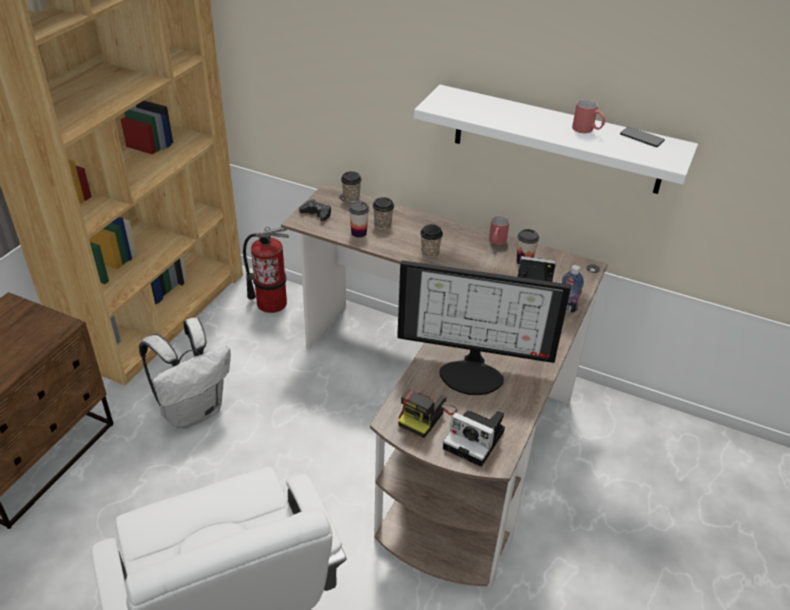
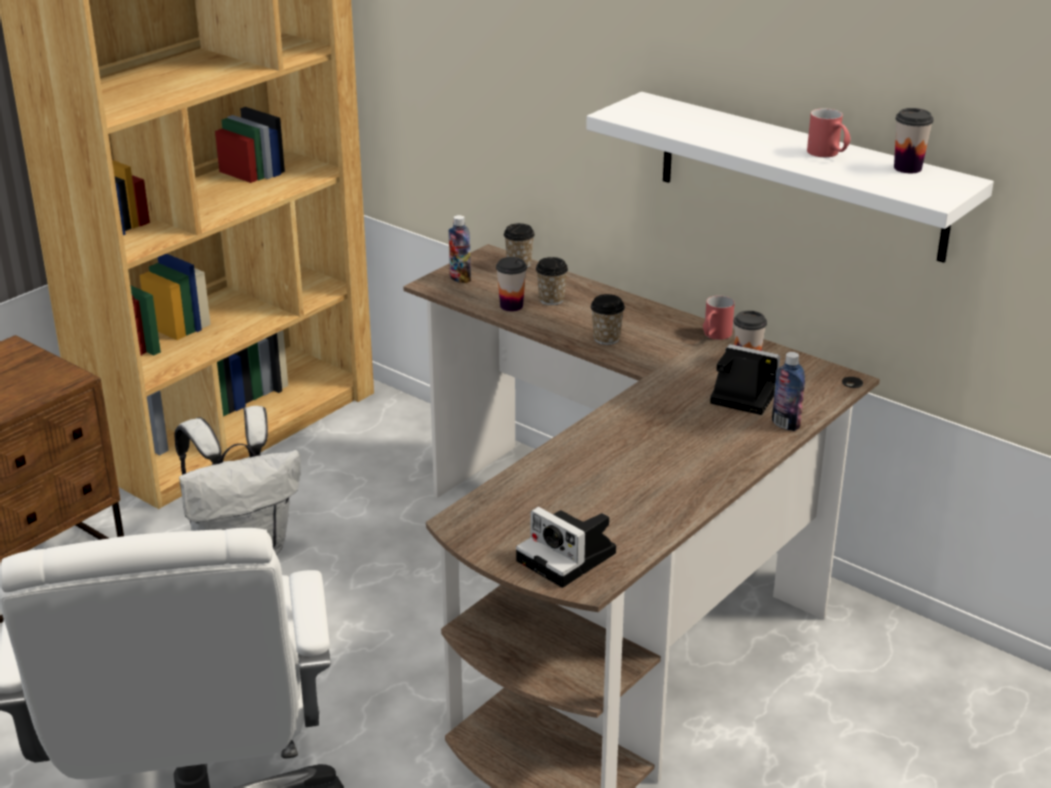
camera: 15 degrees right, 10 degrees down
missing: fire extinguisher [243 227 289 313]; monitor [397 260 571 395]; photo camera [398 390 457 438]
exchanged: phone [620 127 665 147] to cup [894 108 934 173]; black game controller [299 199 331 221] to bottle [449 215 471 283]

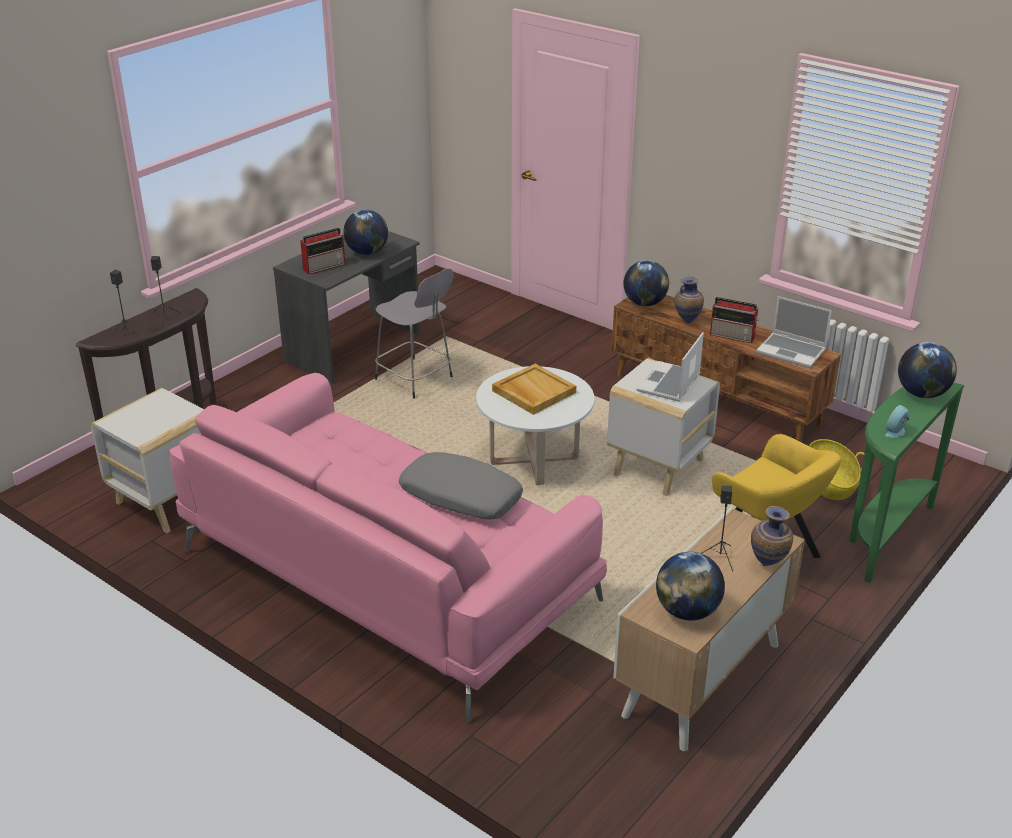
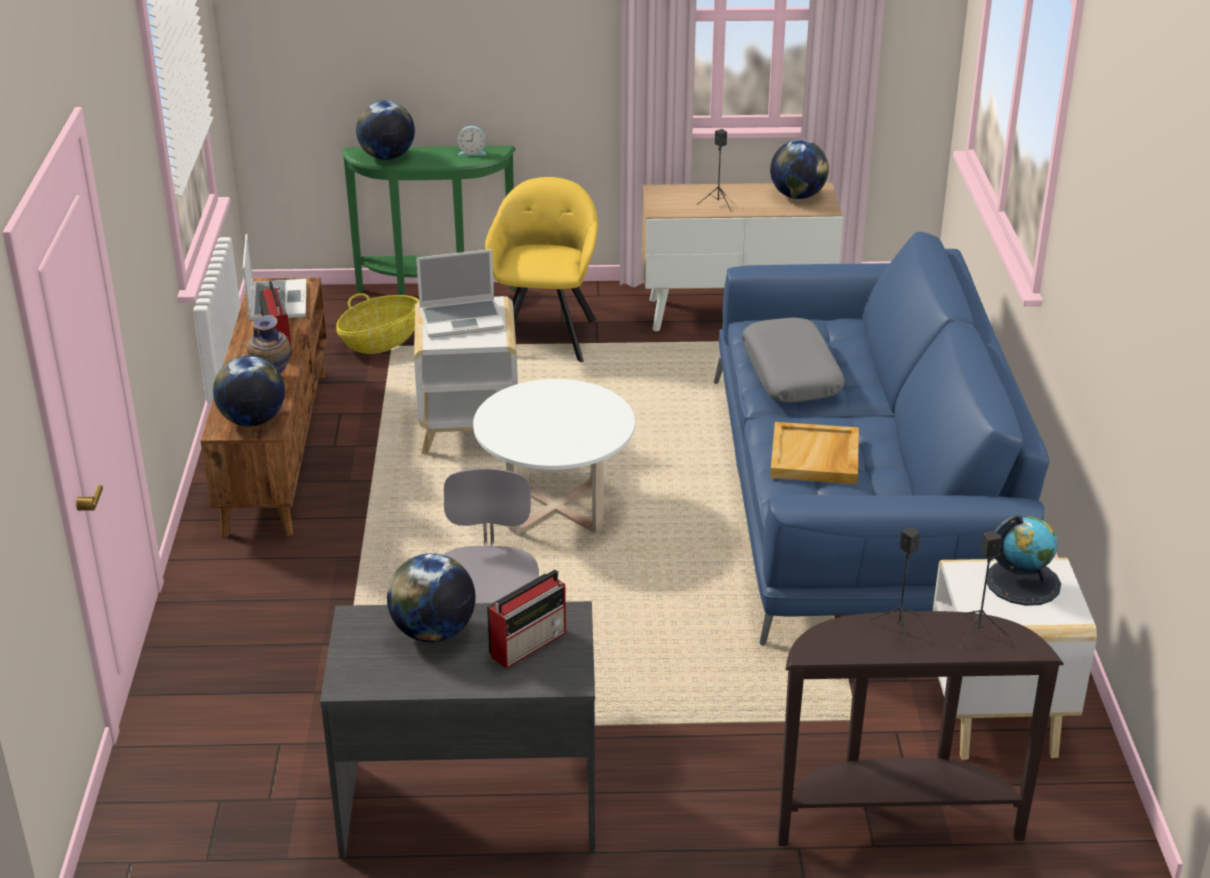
camera: 130 degrees left, 0 degrees up
missing: vase [751 506 793 566]
appeared: globe [987 514 1061 606]
relocated: beige tray [492 364 576 415] to [770 422 859 484]
colour: pink sofa [169 373 607 723] to blue sofa [714 232 1049 646]
spun: radio [300 228 345 274] = [487 570 566 669] 120 degrees clockwise

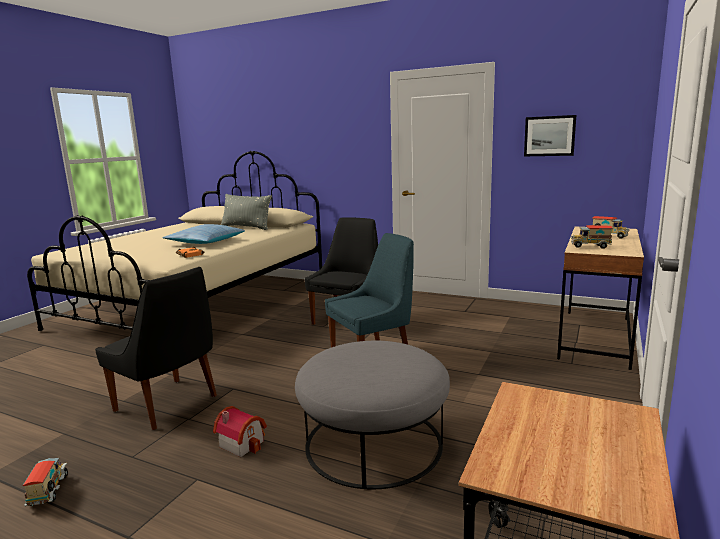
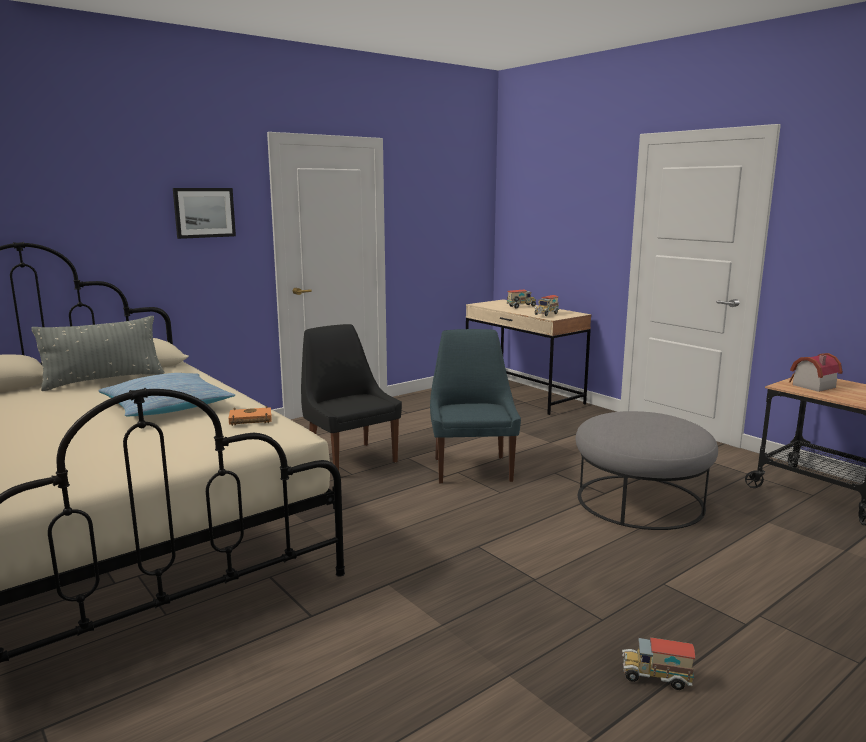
camera: 65 degrees left, 0 degrees up
missing: black chair [95 267 217 430]
relocated: picture [524 115 576 156] to [173 188 236 239]; toy house [213 406 267 457] to [789 353 843 392]

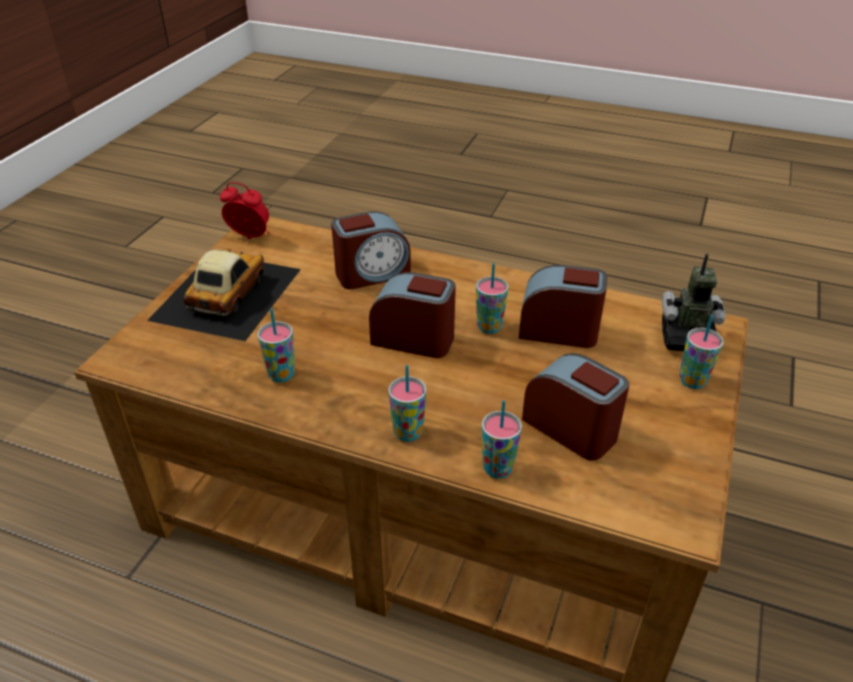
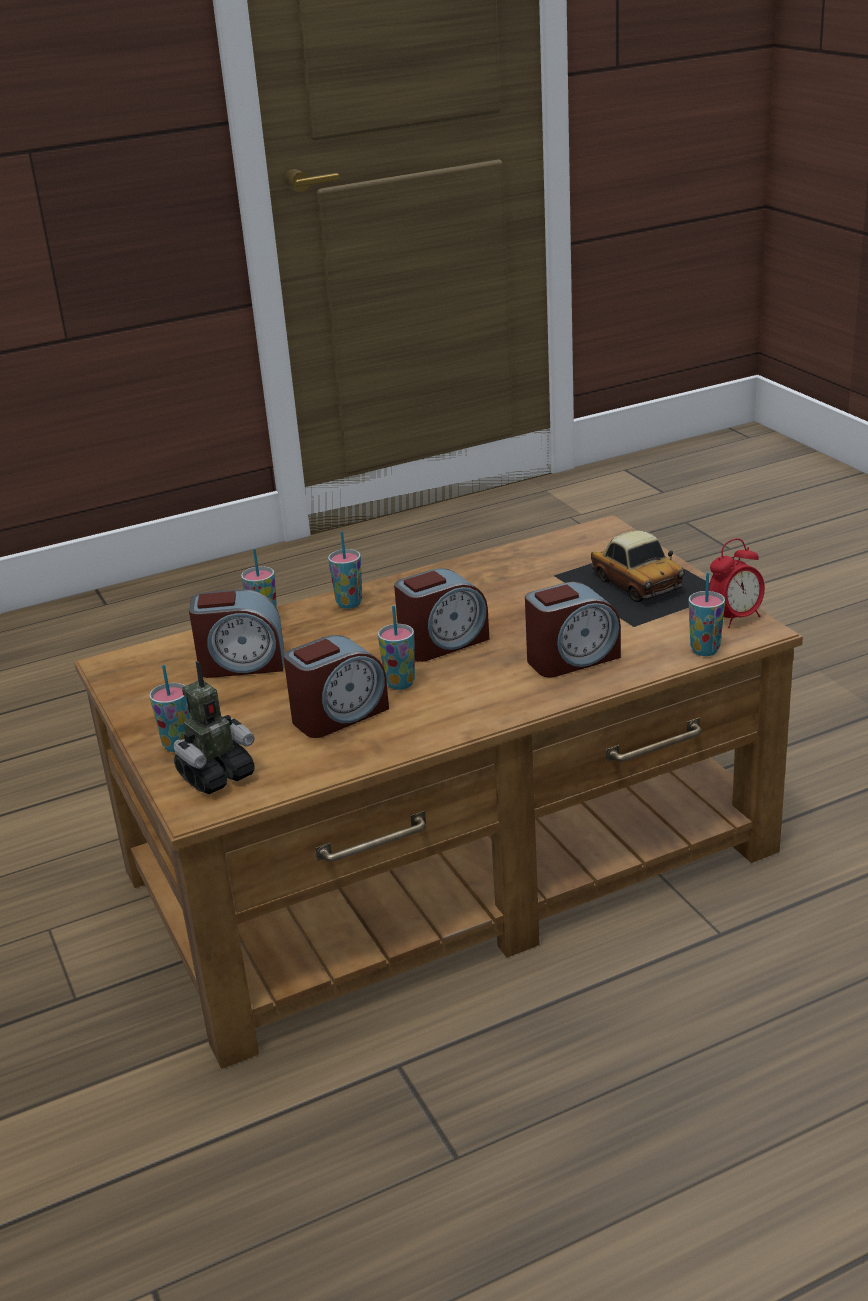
camera: 135 degrees right, 10 degrees down
relocated: cup [257 309 295 382] to [689 572 725 656]
spun: alarm clock [331 211 411 290] = [525 582 621 678] 135 degrees counterclockwise

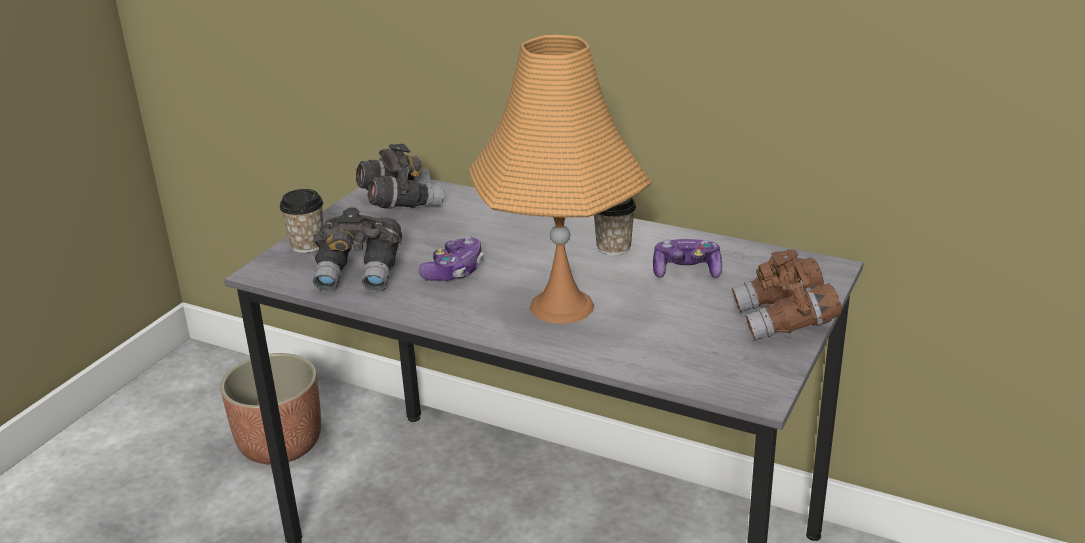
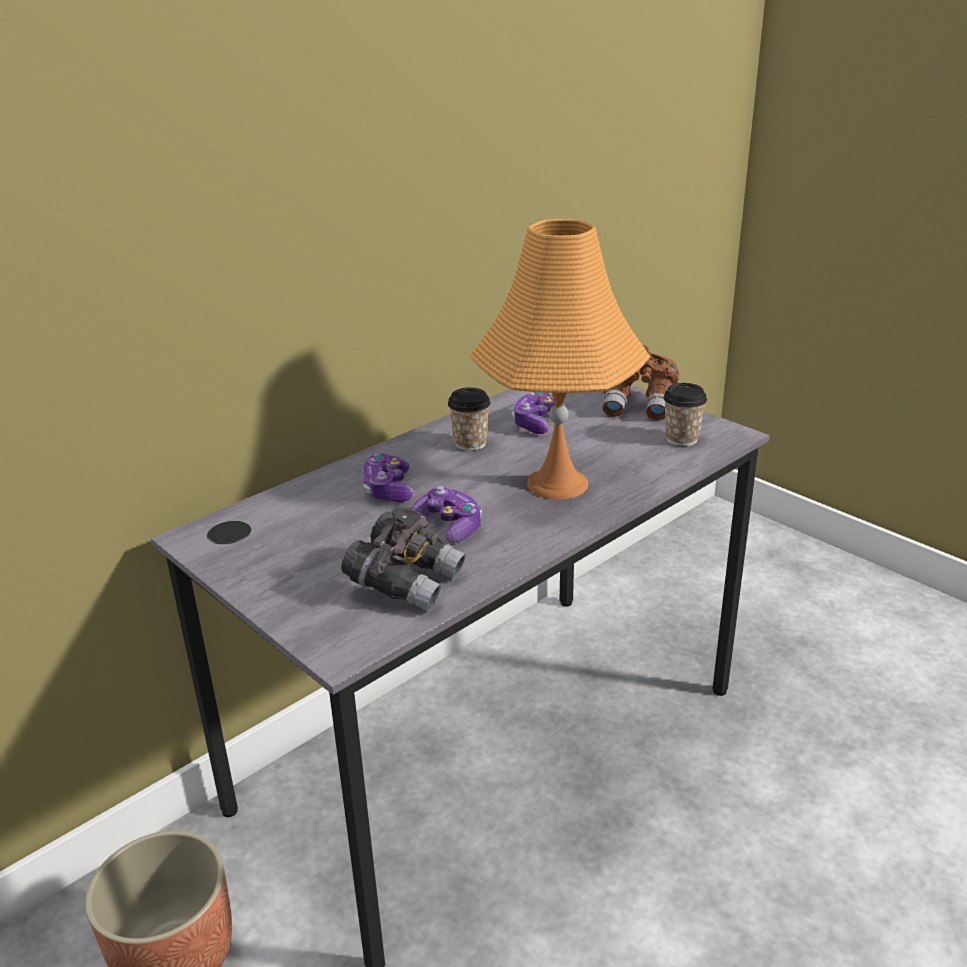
camera: 70 degrees left, 0 degrees up
missing: grey binoculars [356 144 444 209]
appeared: game controller [362 453 414 502]
relocated: cup [279 189 323 253] to [663 383 707 446]

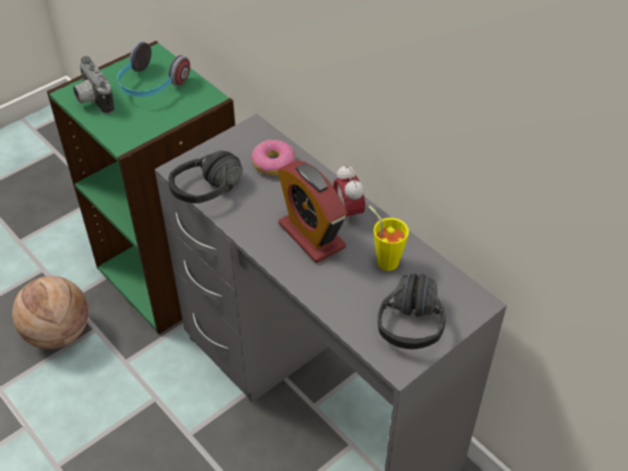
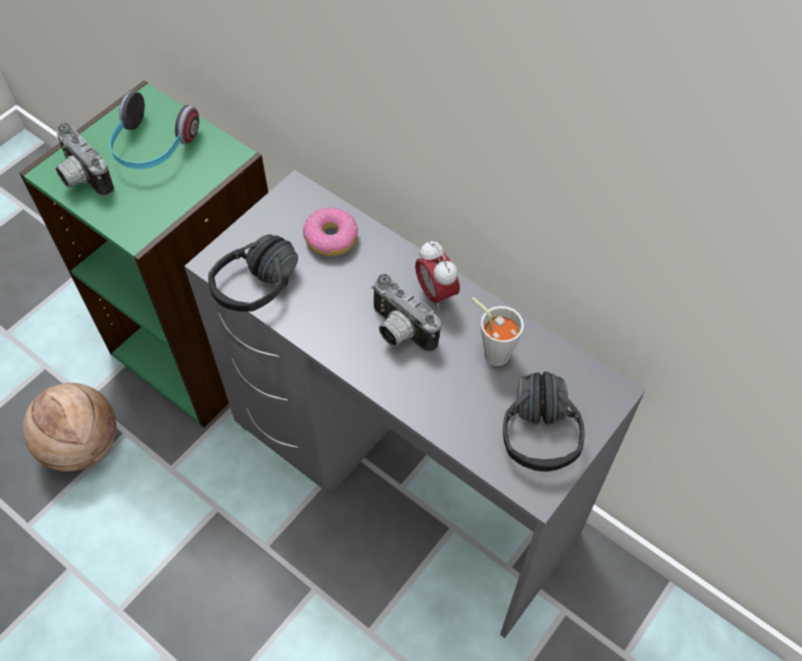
camera: 10 degrees left, 10 degrees up
exchanged: alarm clock [278 161 347 263] to photo camera [371 274 441 352]
colour: yellow cup [369 206 409 271] to grey cup [472 297 524 366]

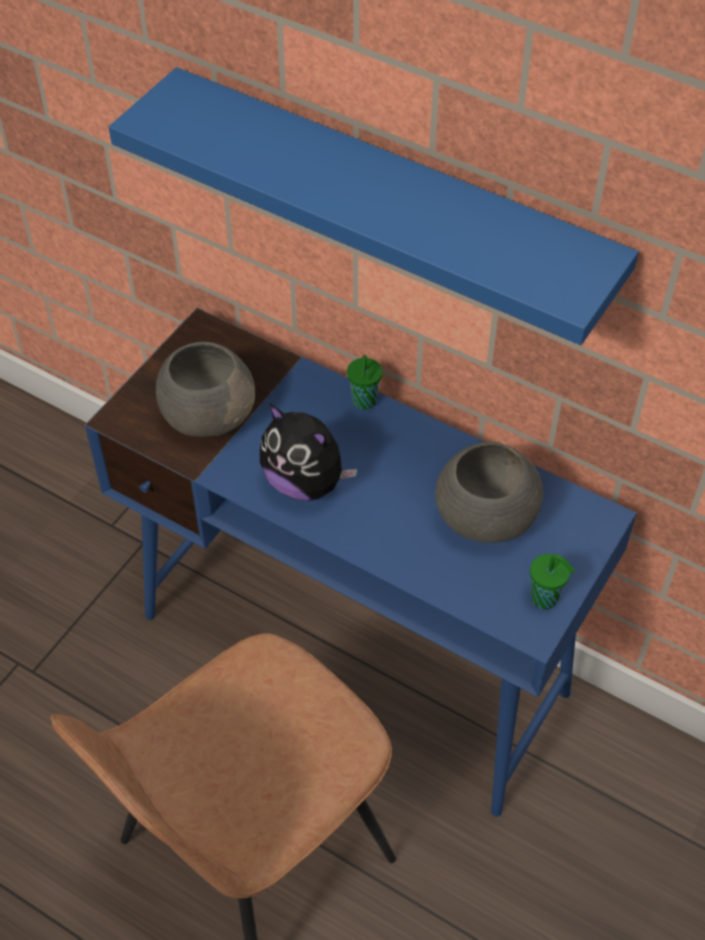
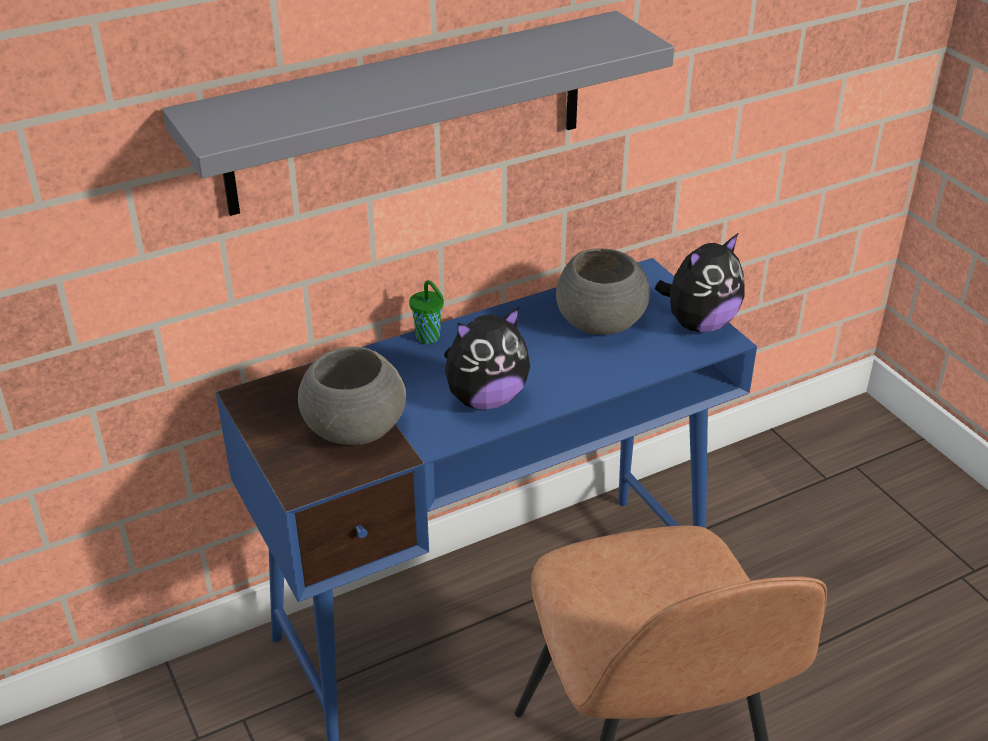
camera: 60 degrees left, 15 degrees down
exchanged: green cup [530 554 575 609] to plush toy [655 233 745 332]
colour: blue shelf [109 67 639 345] to grey shelf [162 11 674 216]

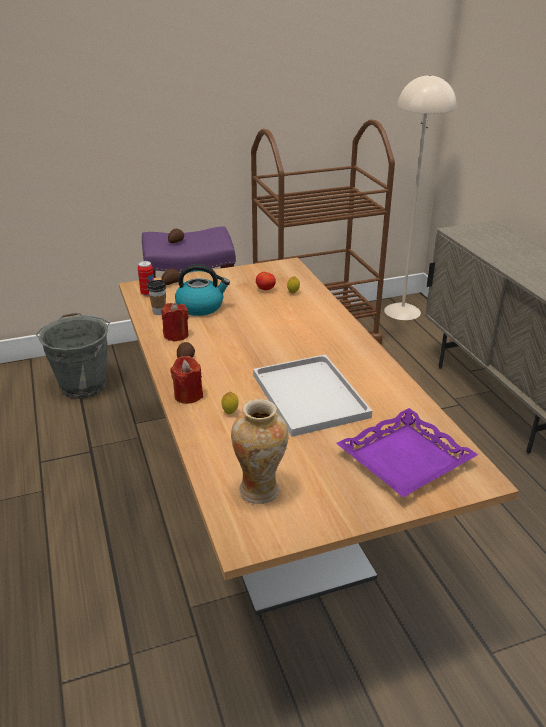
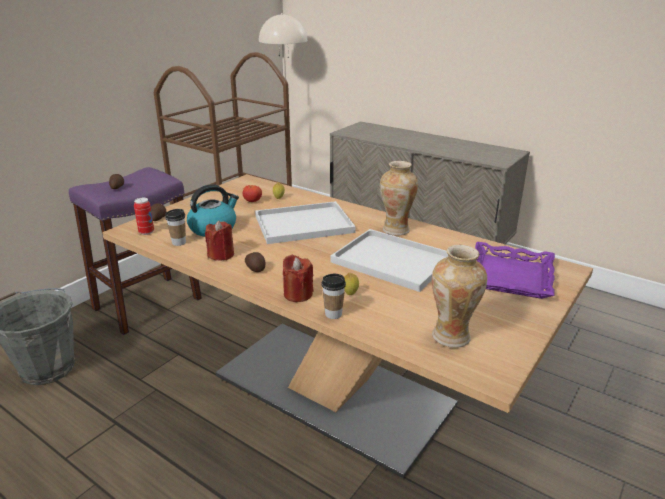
camera: 35 degrees left, 5 degrees down
appeared: vase [380 161 418 236]; white tray [255 201 356 244]; cup [321 274 346 319]

